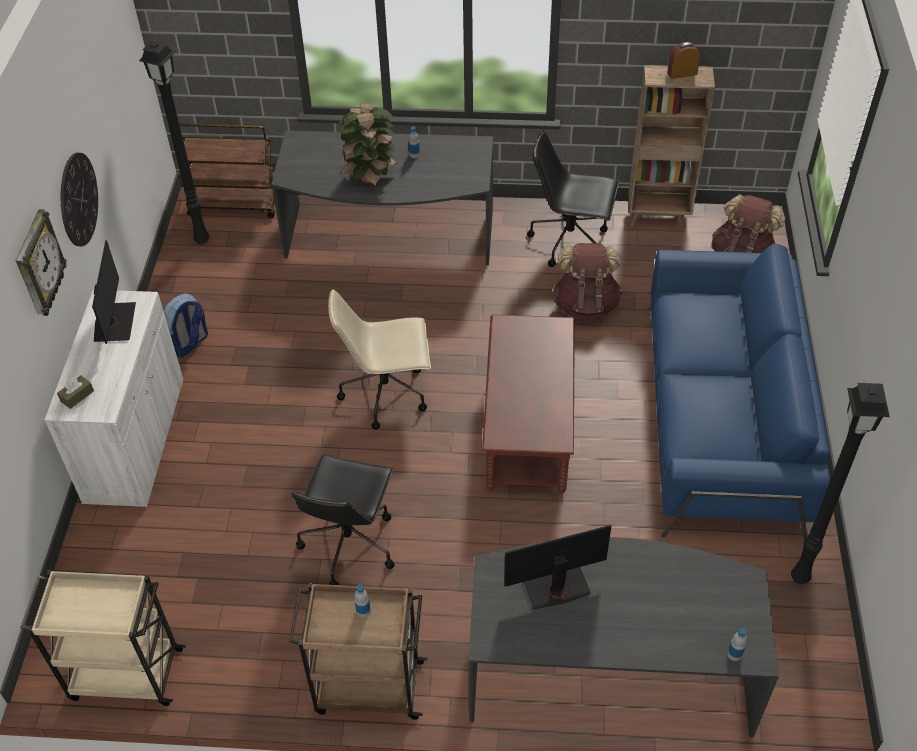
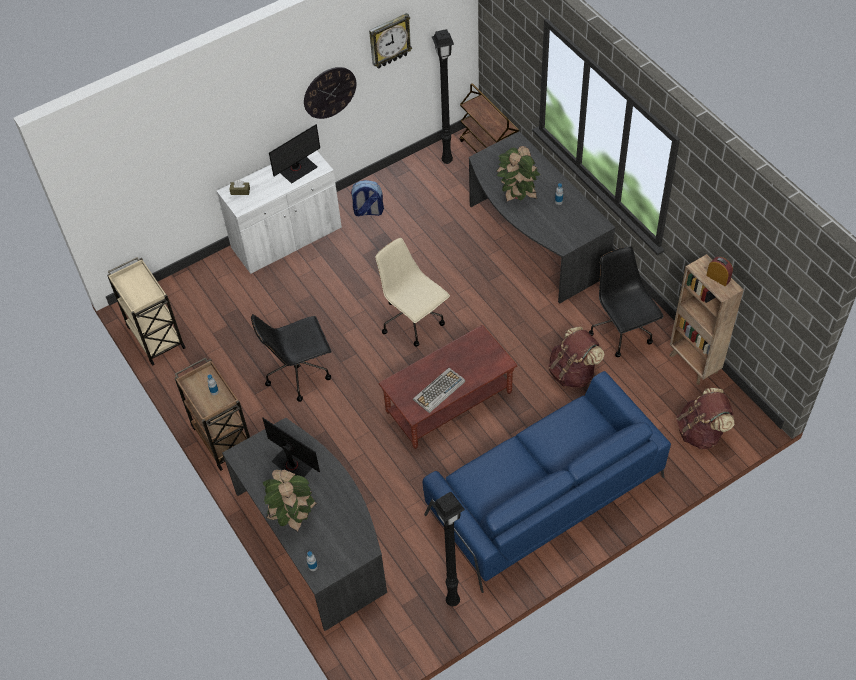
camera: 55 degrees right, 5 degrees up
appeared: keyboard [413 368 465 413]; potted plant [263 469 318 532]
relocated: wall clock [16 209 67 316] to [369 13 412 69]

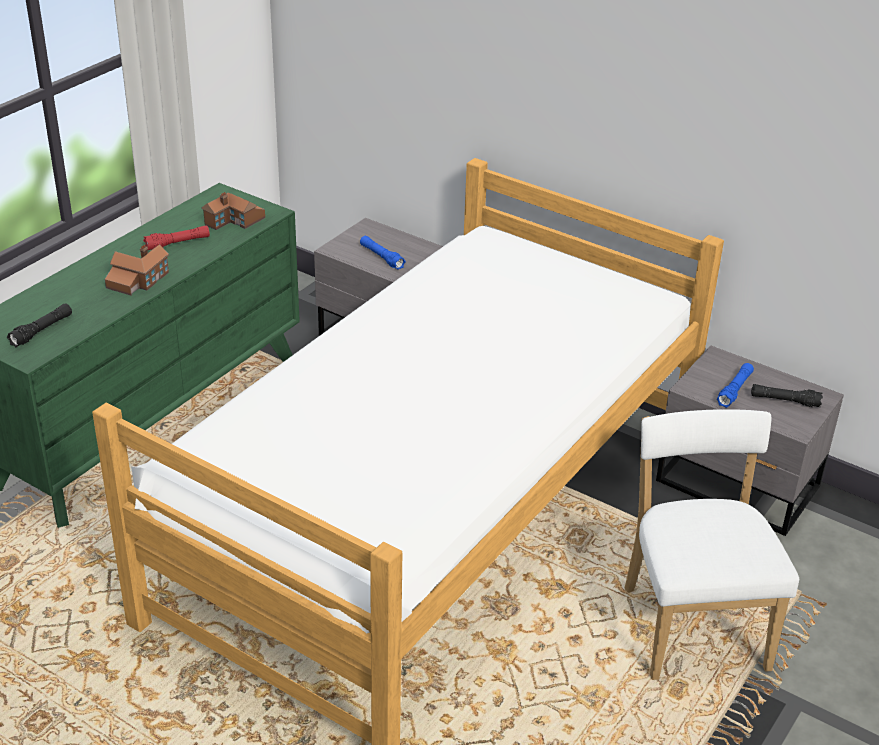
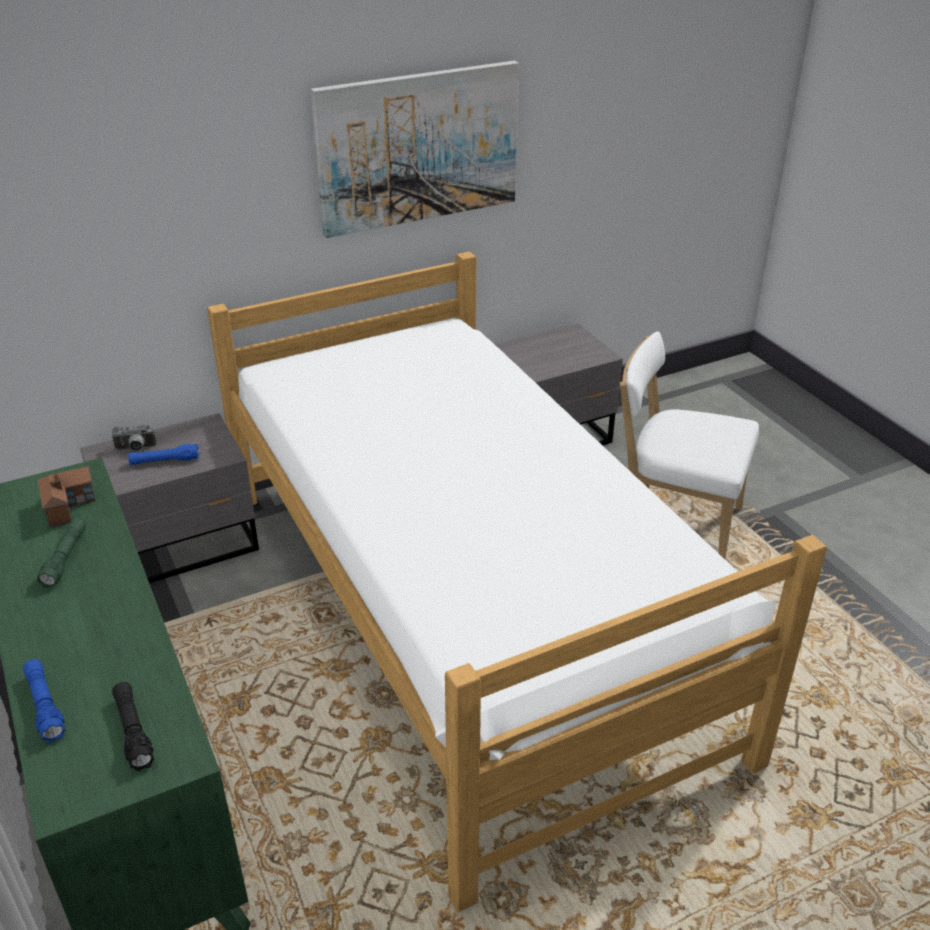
camera: 60 degrees left, 0 degrees up
missing: toy house [105 244 169 295]; black flashlight [751 384 823 407]
appeared: picture [311 61 519 238]; photo camera [112 425 156 451]
relocated: blue flashlight [717 363 754 408] to [23 659 65 743]
colour: red flashlight [143 225 210 250] to green flashlight [36 519 86 588]

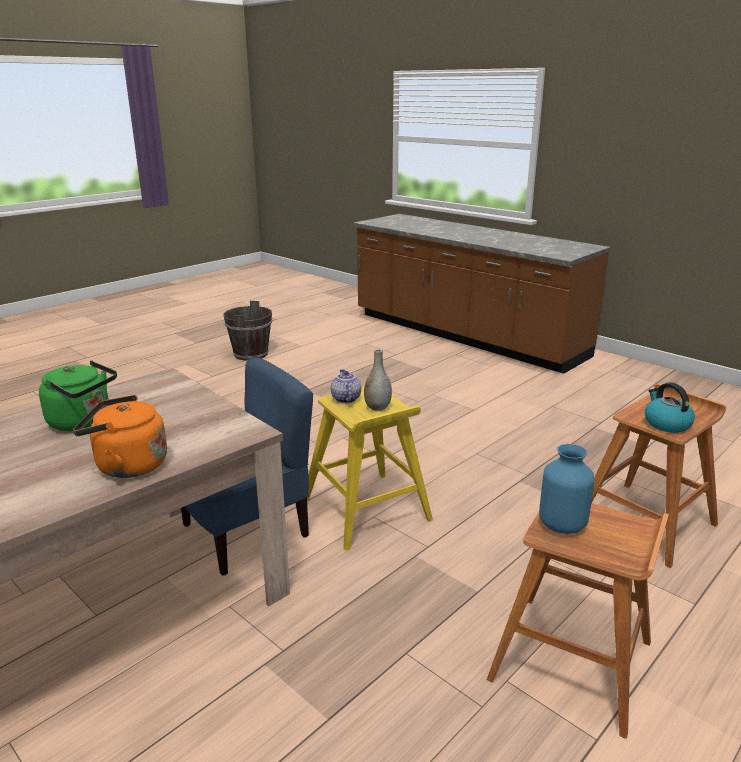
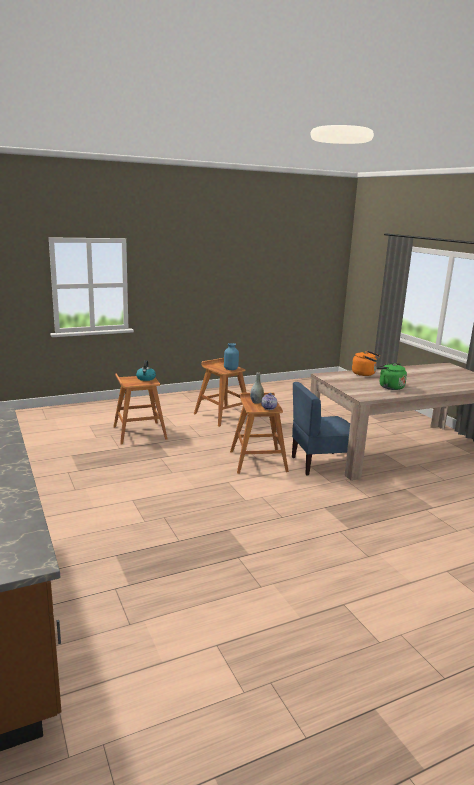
camera: 160 degrees left, 5 degrees down
missing: brown bucket [223 301 272 361]
colour: yellow stool [307 387 433 551] to brown stool [230 392 289 474]

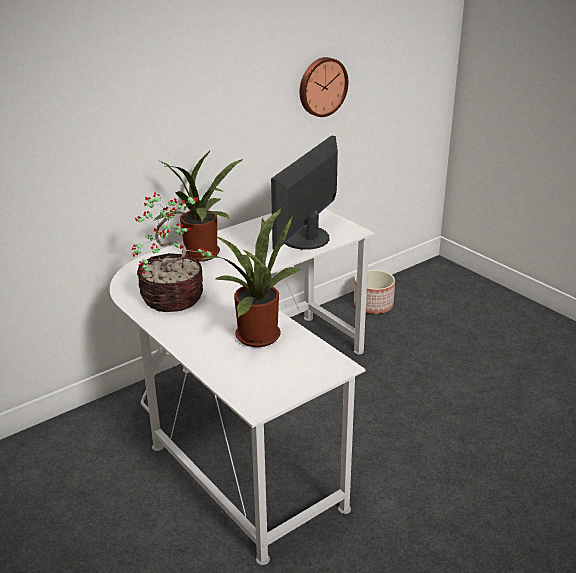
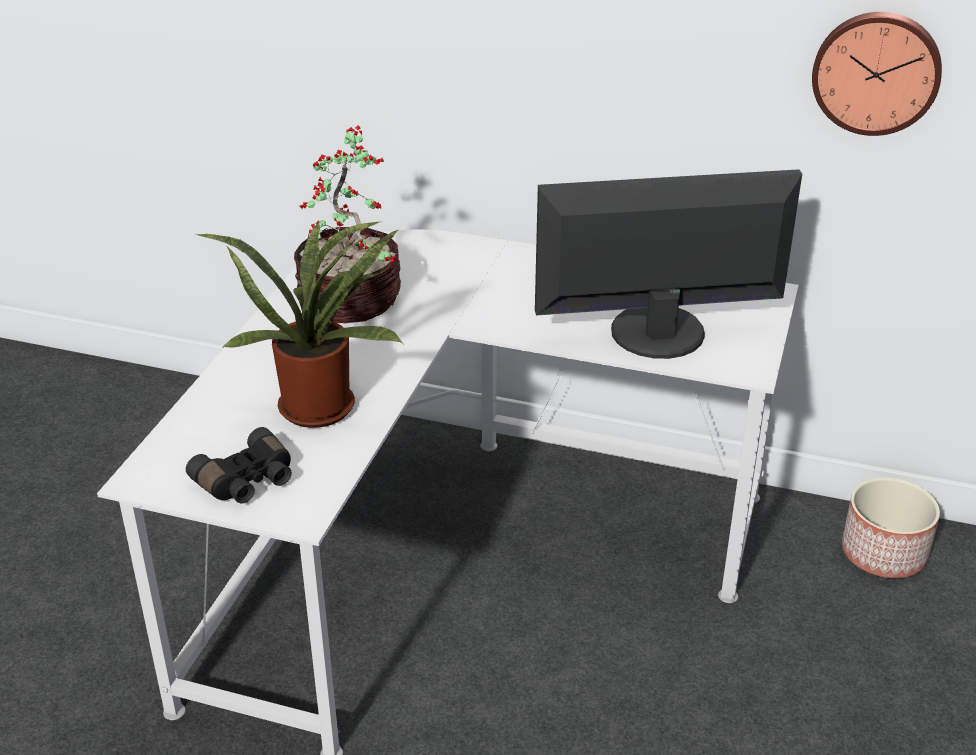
camera: 55 degrees right, 5 degrees up
missing: potted plant [153 149 243 262]
appeared: black binoculars [186 427 292 504]

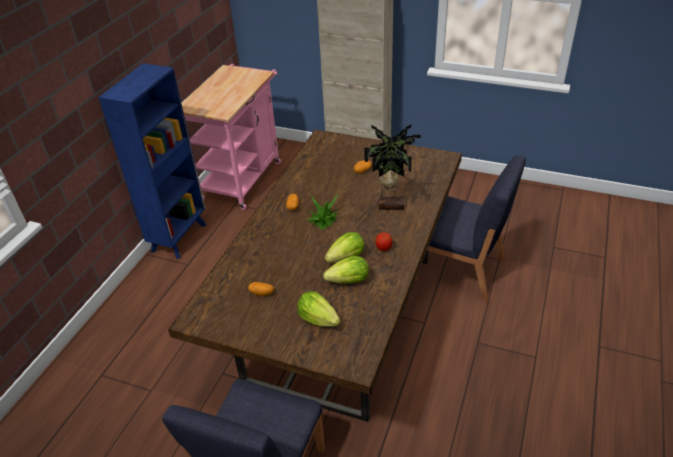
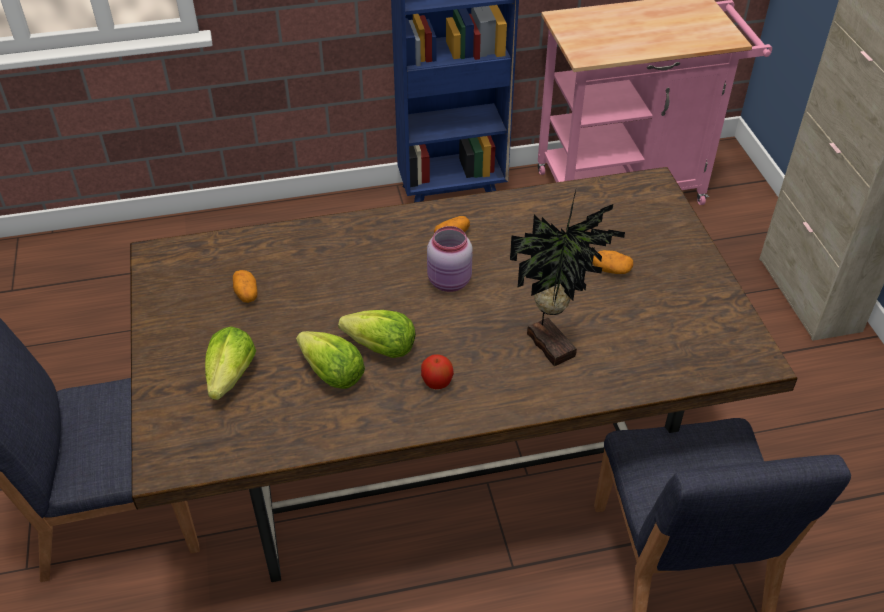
camera: 55 degrees right, 5 degrees up
exchanged: potted plant [306 193 339 230] to pink jar [427 226 473 292]

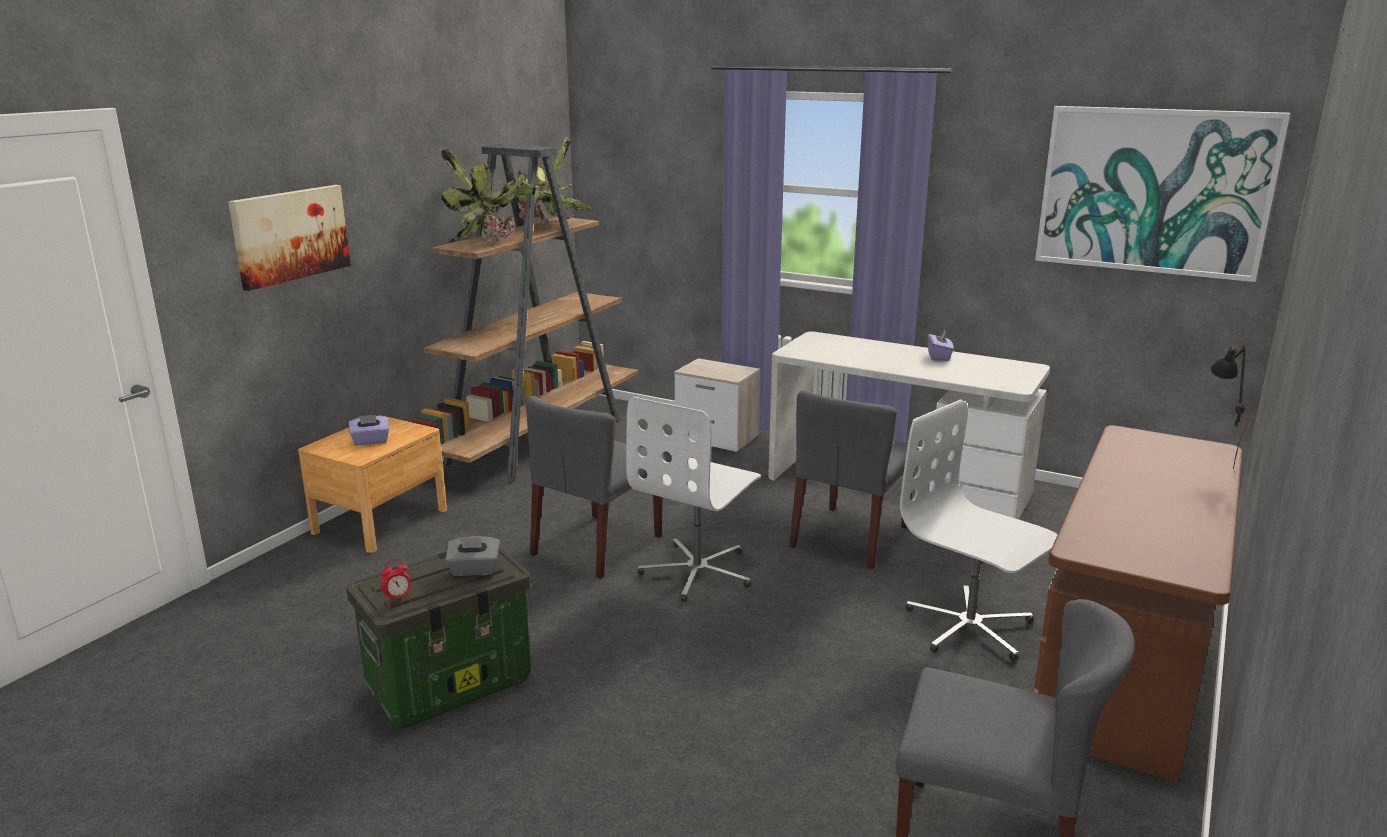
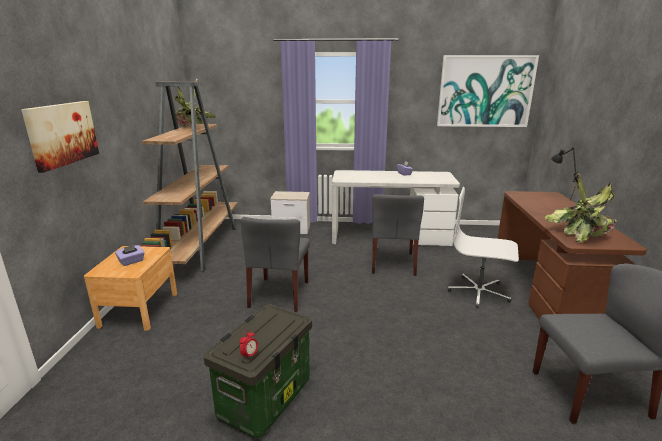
camera: 25 degrees left, 0 degrees up
missing: white office chair [626 397 761 602]; grey tissue box [446 536 500 576]
relocated: potted plant [441 149 536 244] to [545 173 617 242]

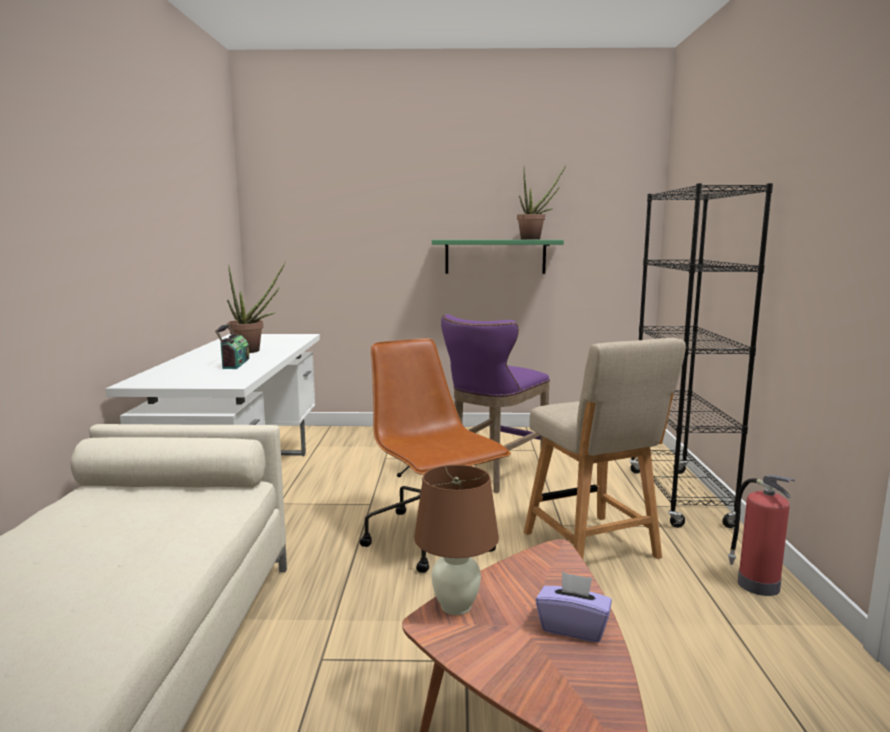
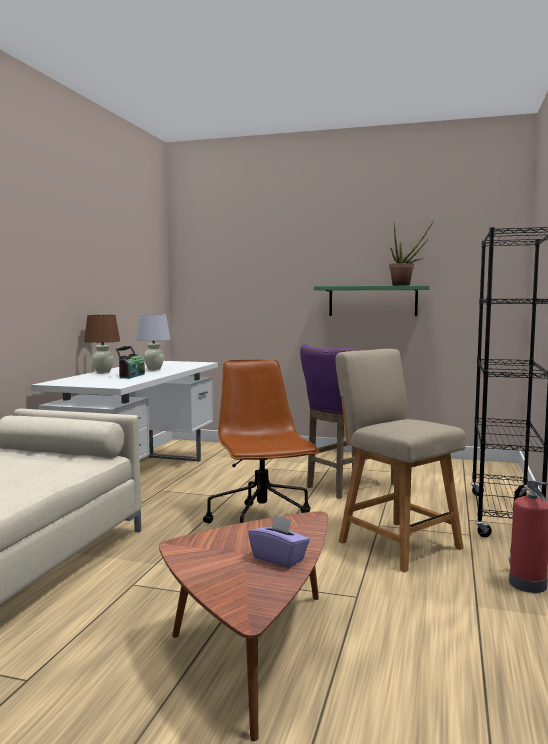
camera: 15 degrees right, 5 degrees down
relocated: brown table lamp [414 465 499 615] to [84 315 120 374]
exchanged: potted plant [227 262 285 353] to white table lamp [136 314 170 371]
spun: beige chair [524 338 686 559] = [335 349 466 572] 150 degrees clockwise

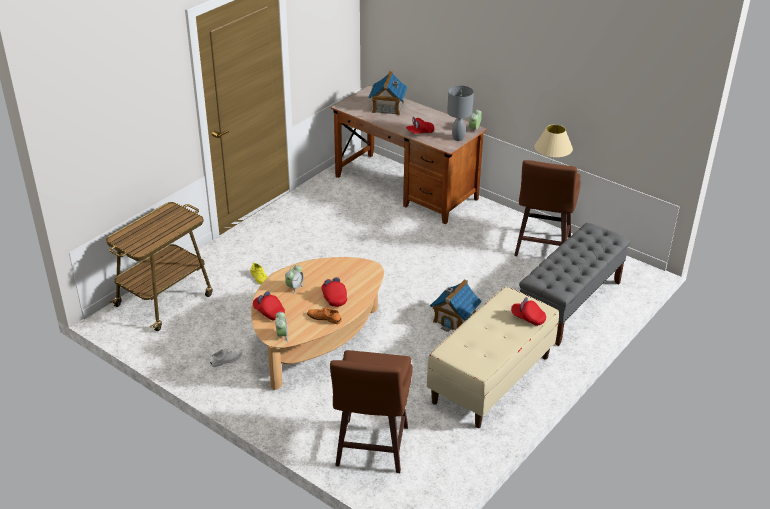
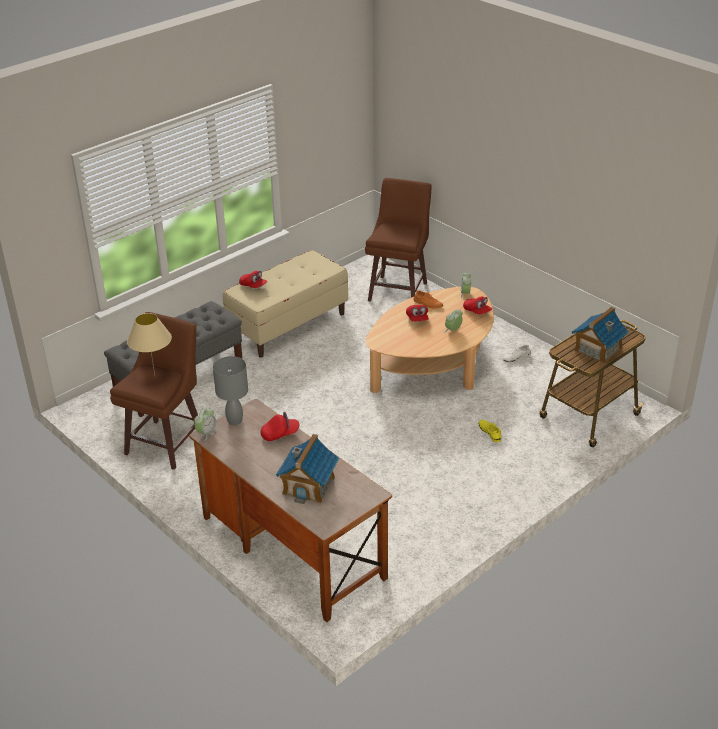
camera: 170 degrees left, 0 degrees up
relocated: toy house [430 279 482 332] to [571 306 629 364]

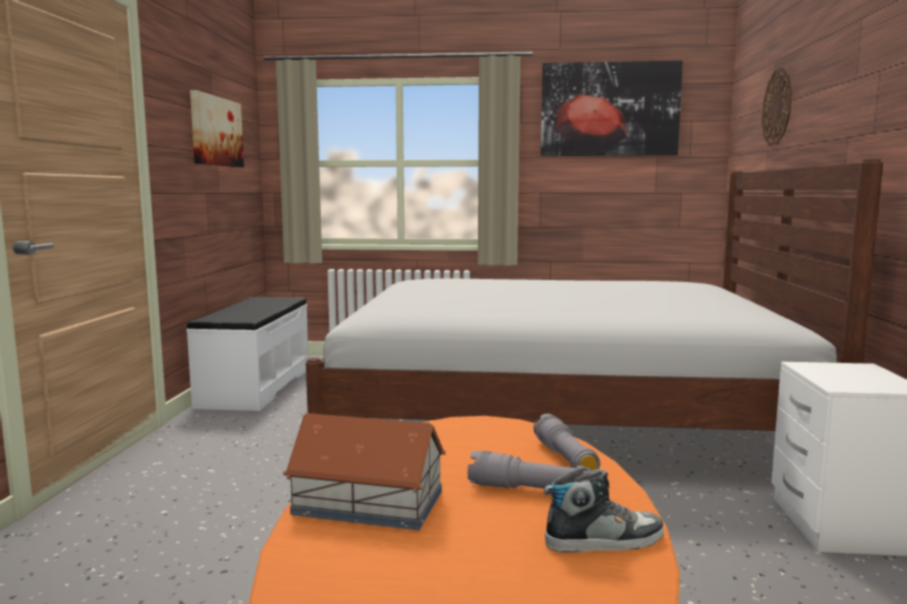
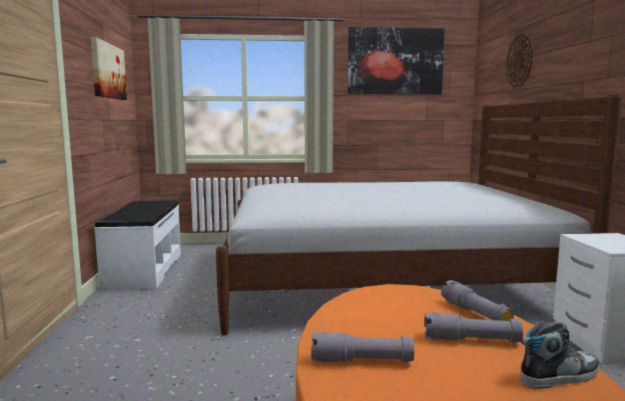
camera: 10 degrees left, 0 degrees up
exchanged: toy house [283 413 446 530] to grey flashlight [311 332 414 362]

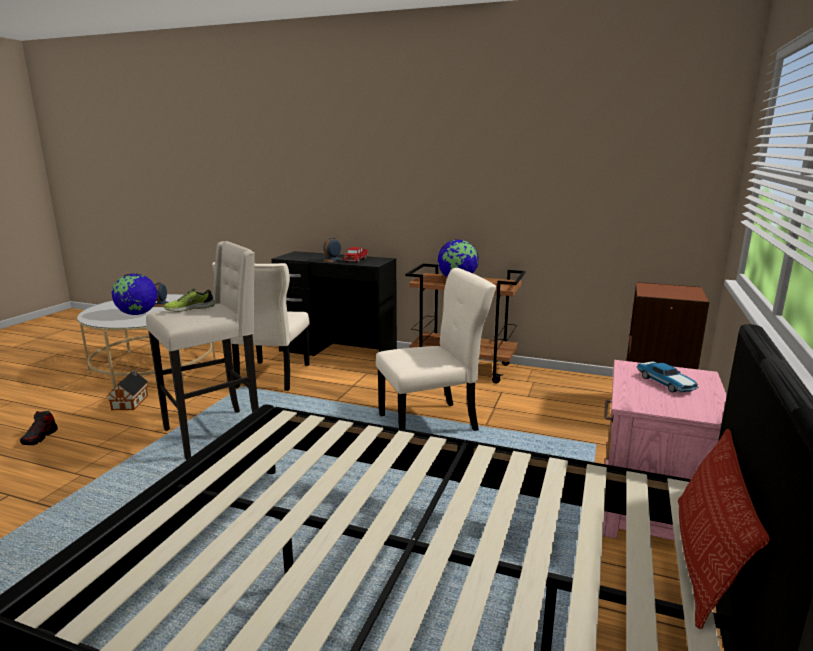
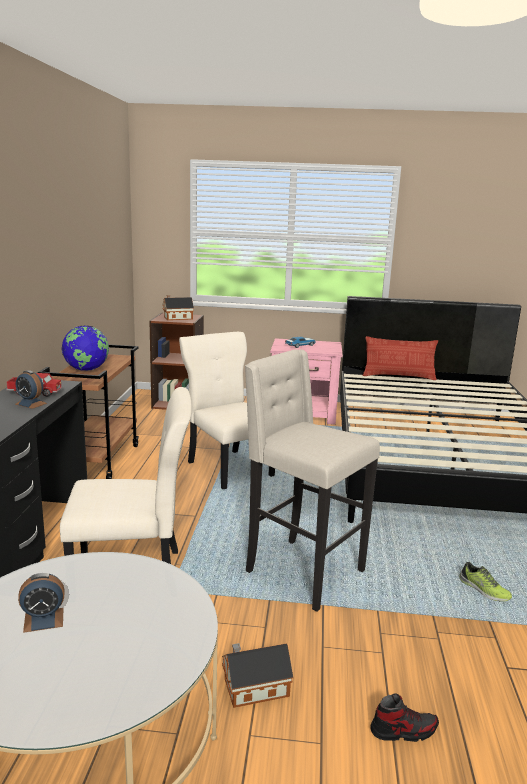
camera: 105 degrees left, 0 degrees up
missing: globe [111 273 158 315]
appeared: toy house [162 295 194 320]
relocated: shoe [164 288 215 312] to [459 562 512 601]

